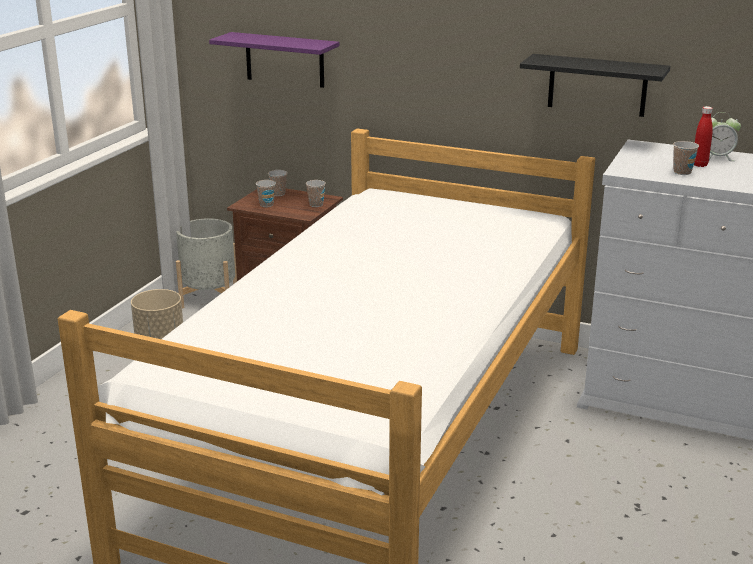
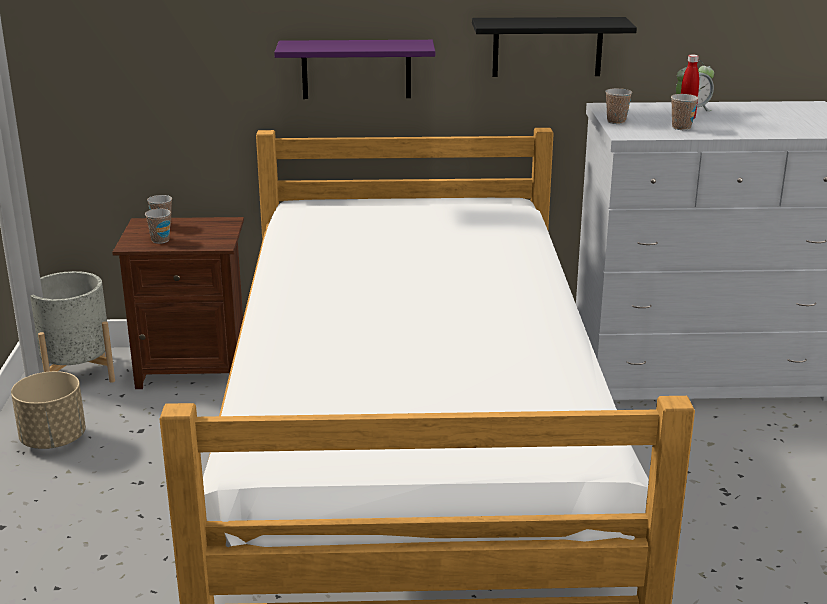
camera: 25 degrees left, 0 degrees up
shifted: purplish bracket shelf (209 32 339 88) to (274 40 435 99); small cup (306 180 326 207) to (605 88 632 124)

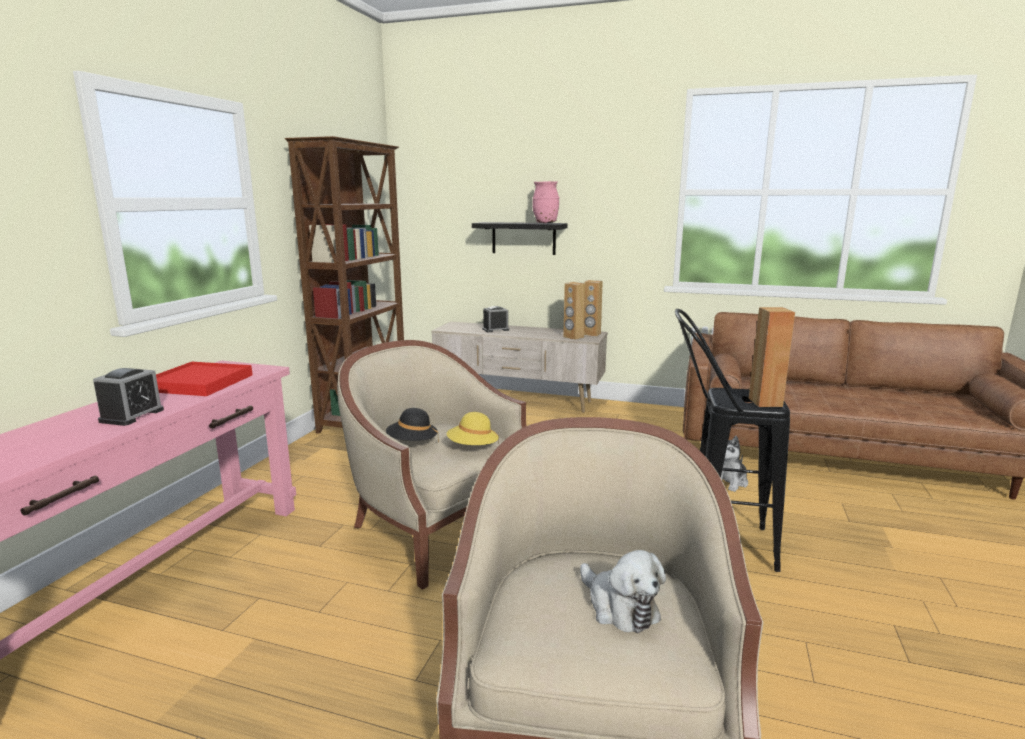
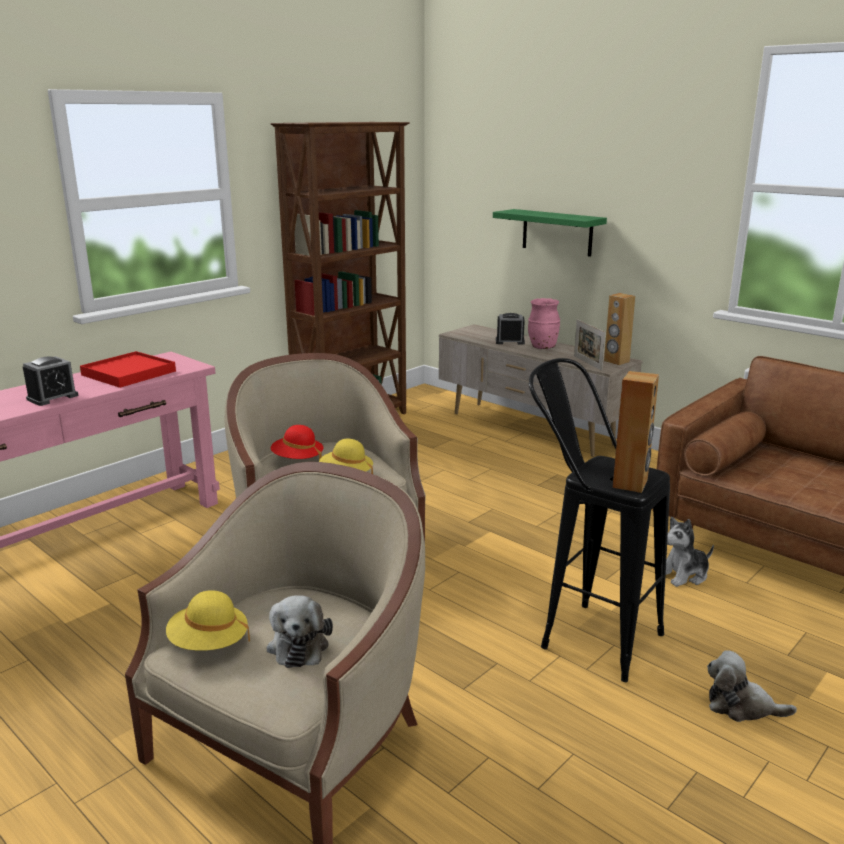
camera: 25 degrees right, 5 degrees up
new: yellow clothing hat (166 590 250 651); soft toy (707 650 797 722)
shifted: pink vase (532 181 560 223) to (528 298 560 349)
swapped: brown-coloured audio speaker (563 282 585 340) to standing frame (574 319 606 371)
repainted: black clothing hat (386 408 439 443) to red clothing hat (271 425 323 460); black bracket shelf (472 222 568 255) to green bracket shelf (493 209 607 257)

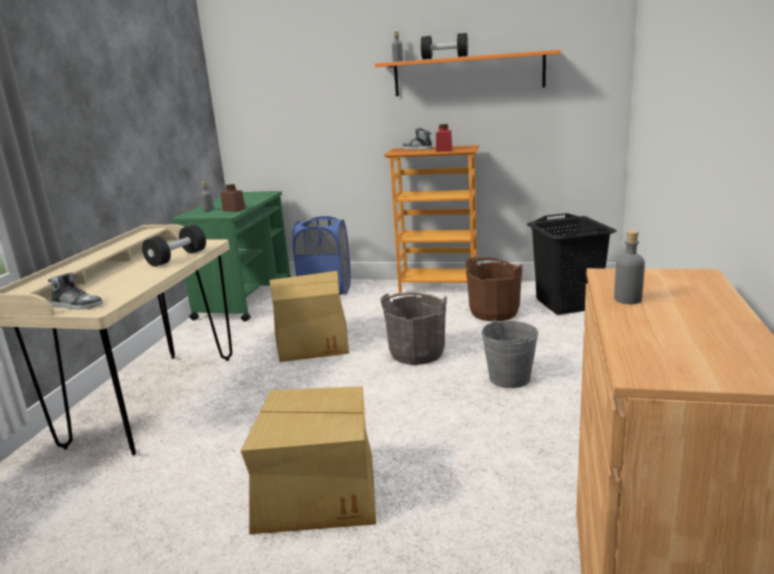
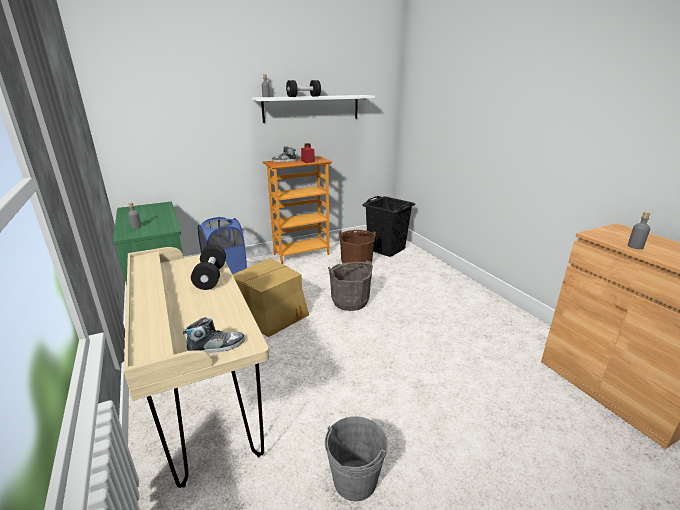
camera: 40 degrees left, 5 degrees up
gone: brown-coloured jar (221 184 246 212); packing box (240 386 376 534)
shifted: gray water bucket (481 319 539 388) to (325 416 388 501)
repainted: orangey bracket shelf (375 50 561 96) to white bracket shelf (252 95 375 123)

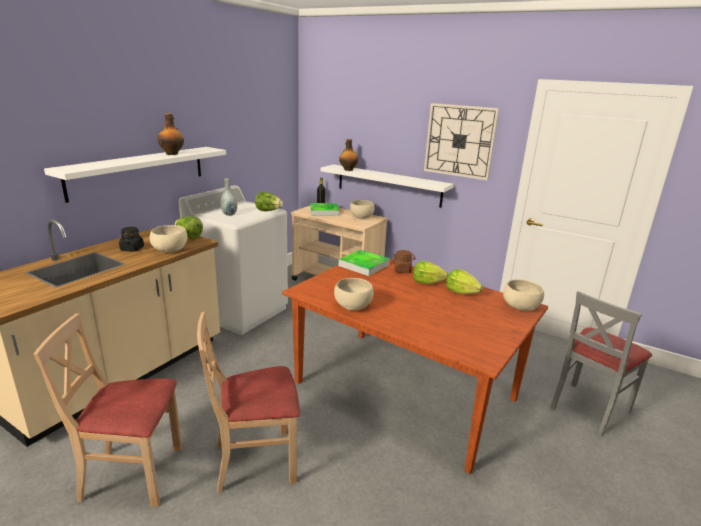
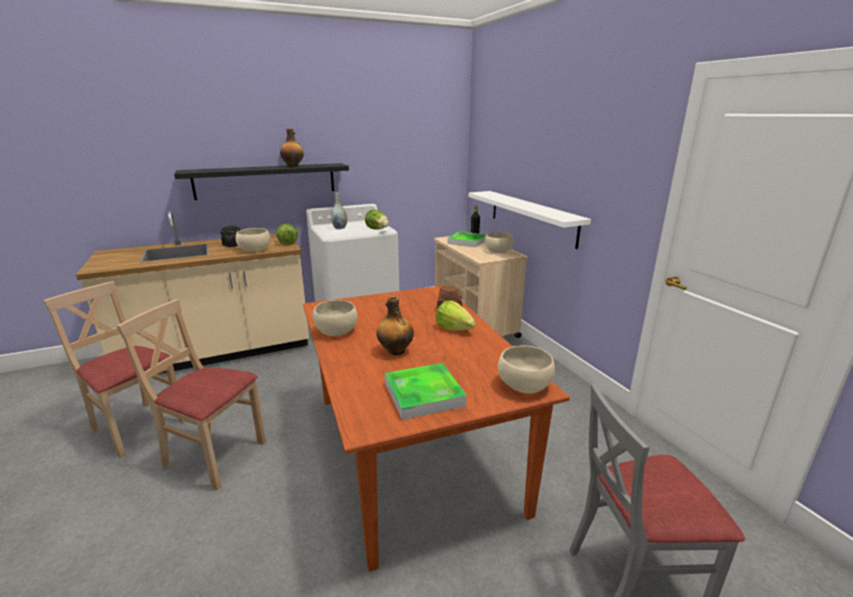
camera: 35 degrees right, 0 degrees up
gone: hanging clock (424 103 499 180); head of lettuce (446 269 483 294)
shifted: drink bottle (339 139 358 171) to (376 296 414 355); carrying tray (339 250 390 276) to (385 363 467 420)
repainted: white bracket shelf (44 147 226 203) to black bracket shelf (174 163 349 200)

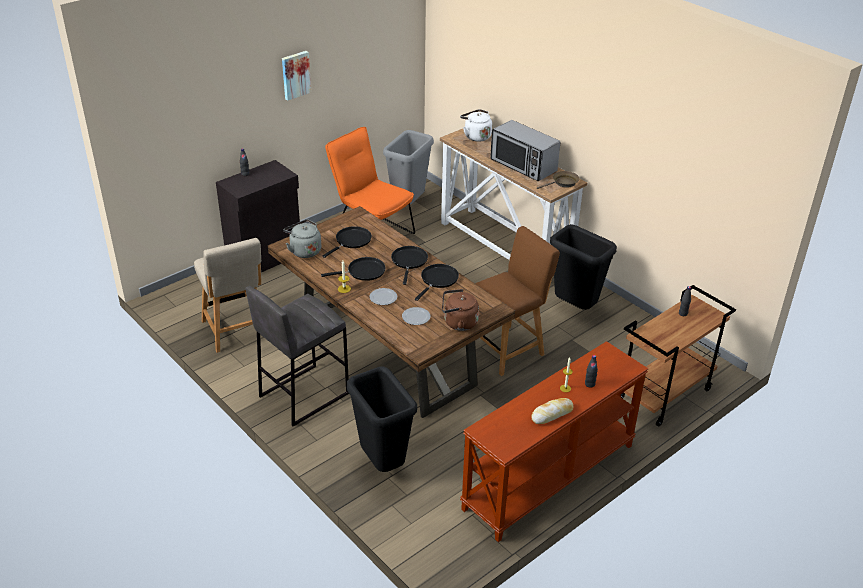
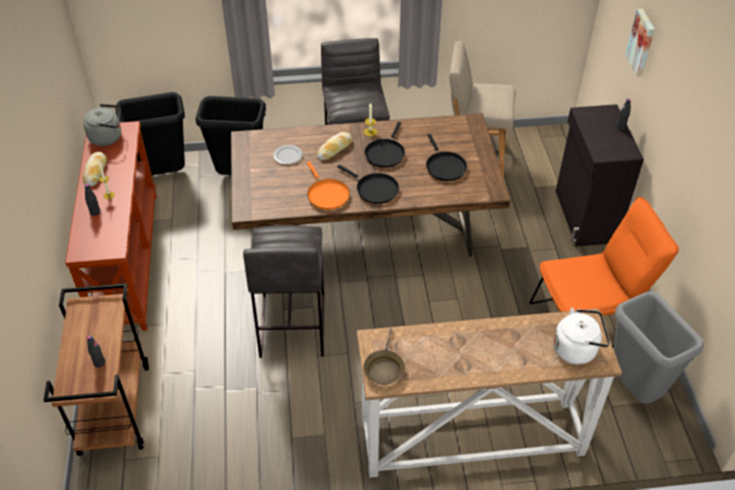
camera: 125 degrees right, 10 degrees up
gone: brown-coloured kettle (442 289 479 331); microwave (490 120 560 181)
shifted: gray kettle (284 219 321 258) to (83 104 121 146); black trash can (550 224 617 310) to (115 92 185 175); picture (282 51 311 101) to (625 8 655 77)
swapped: brown-coloured upright chair (475 226 560 376) to gray stool (243 225 324 358); plate (369 288 397 305) to bakery bread (317 132 352 160)
repainted: black pan (415 264 459 301) to orangey pan (307 161 350 210)

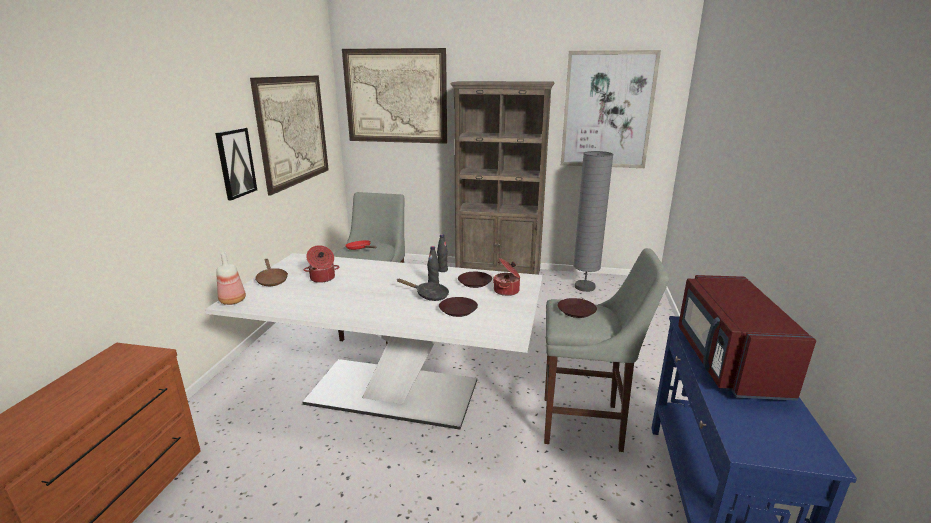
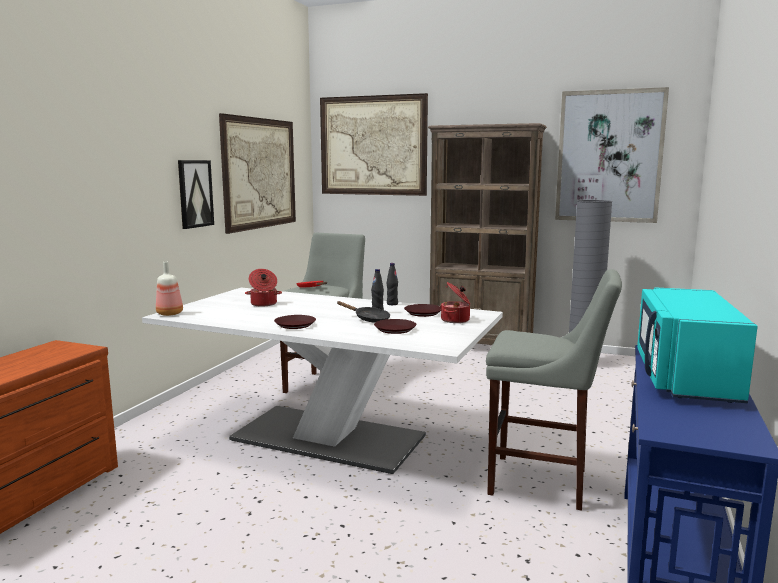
camera: 10 degrees right, 10 degrees down
gone: brown-coloured pan (255 259 288 286)
shifted: brown-coloured plate (557 298 597 318) to (274 315 316 329)
repainted: red microwave (678 275 816 401) to turquoise-coloured microwave (637 287 758 403)

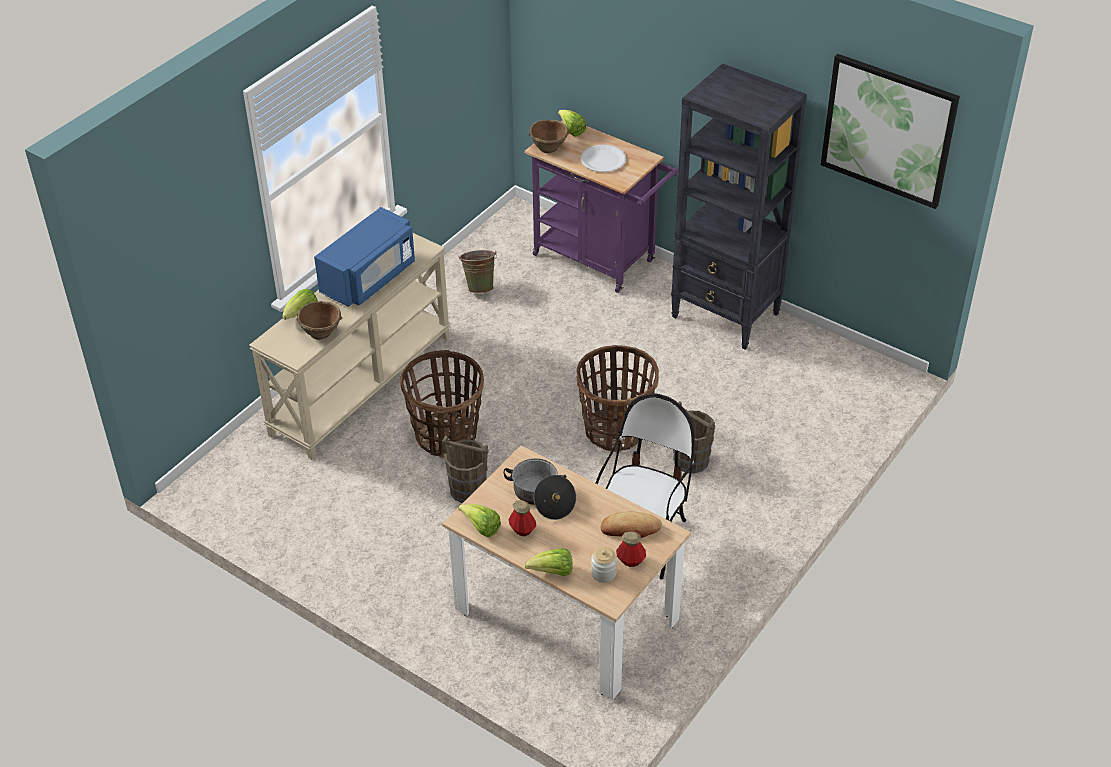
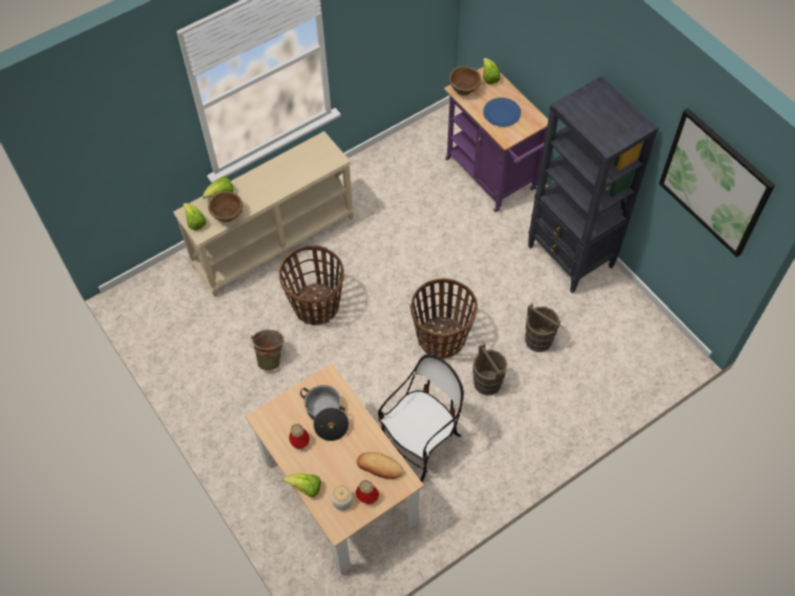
camera: 20 degrees right, 15 degrees up
gone: blue-coloured microwave (314 207 415 307)
shifted: head of lettuce (458 504 501 537) to (183 203 207 230); green water bucket (459 250 497 293) to (250 330 284 371); brown-coloured water bucket (442 435 489 503) to (525 303 561 352)
repainted: white plate (581 145 626 172) to blue-coloured plate (483 98 521 127)

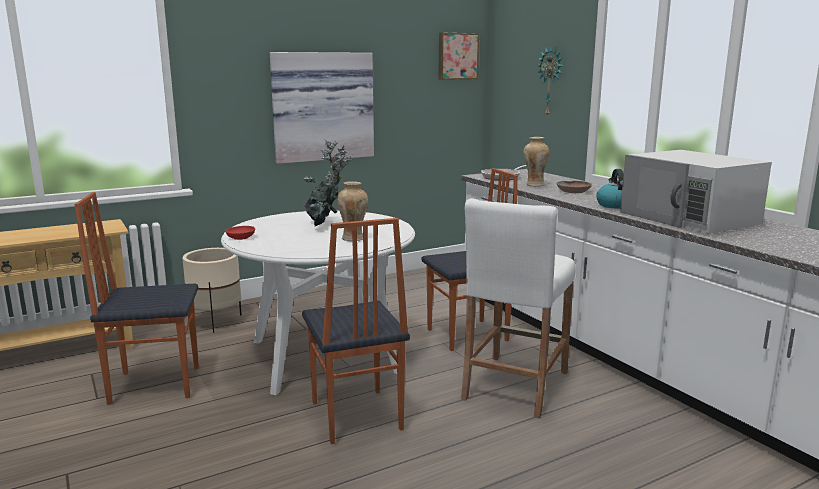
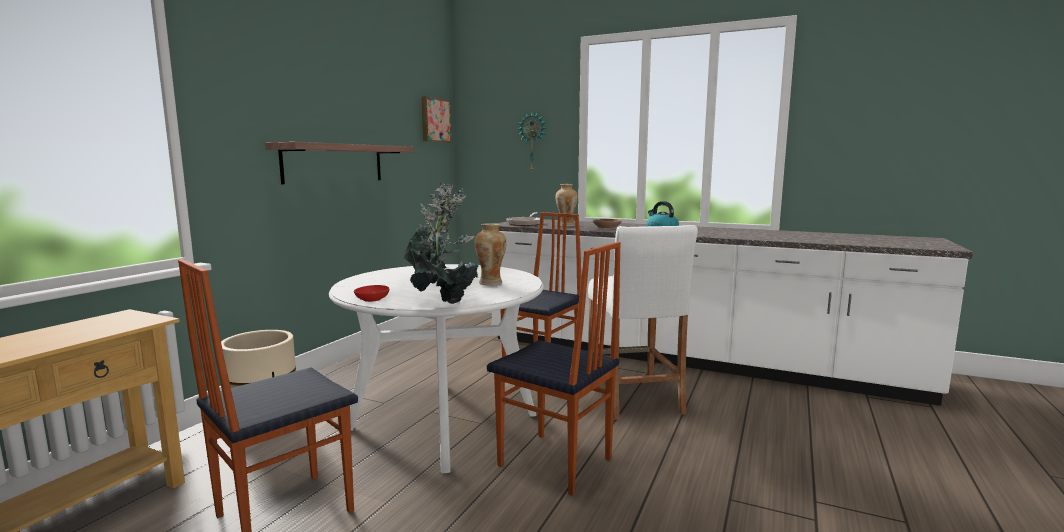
camera: 35 degrees left, 5 degrees down
gone: white microwave (620 150 772 234)
new: plant in a pot (410 186 479 304)
swapped: picture (270 52 374 164) to bracket shelf (265 142 413 184)

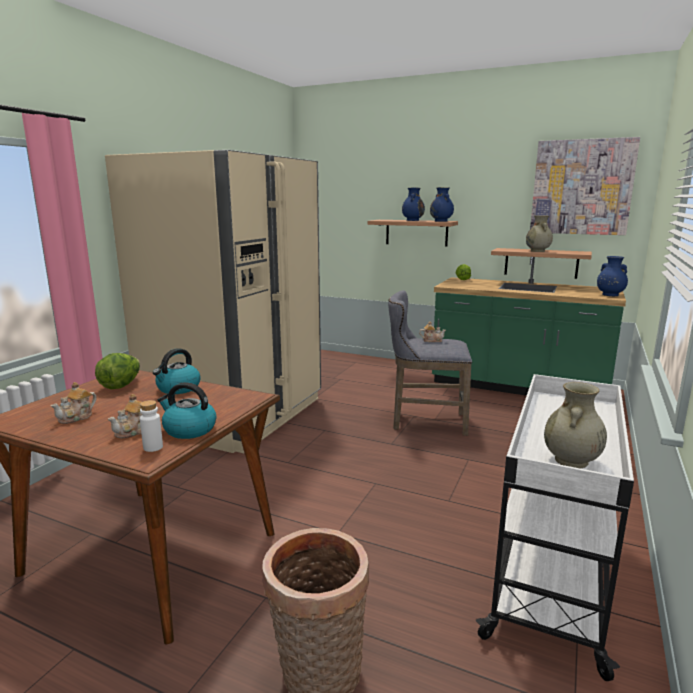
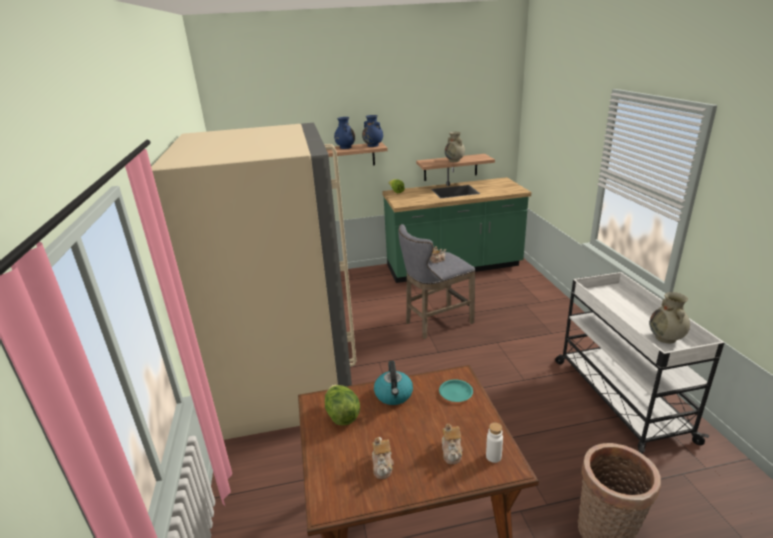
camera: 35 degrees left, 10 degrees up
gone: kettle (158 382 217 439); picture (530 137 640 235); blue-coloured vase (597 256 628 296)
new: turquoise-coloured plate (439 380 473 402)

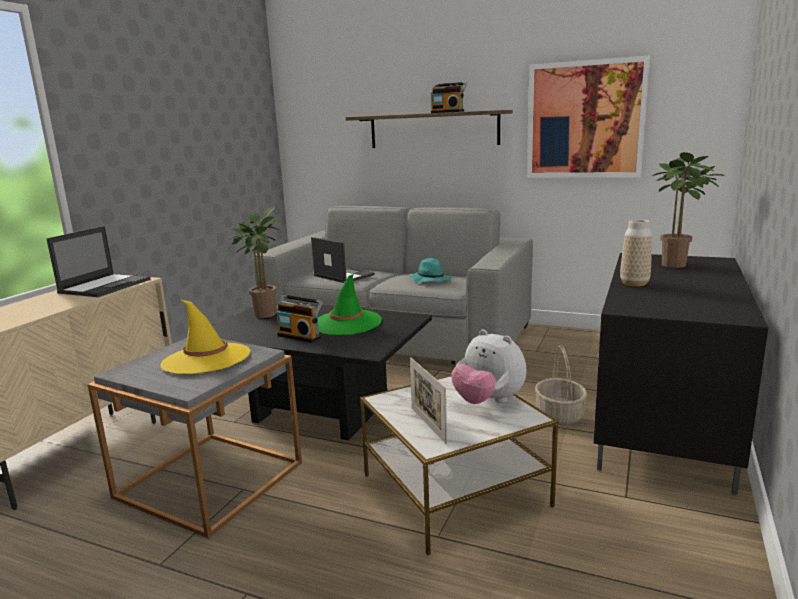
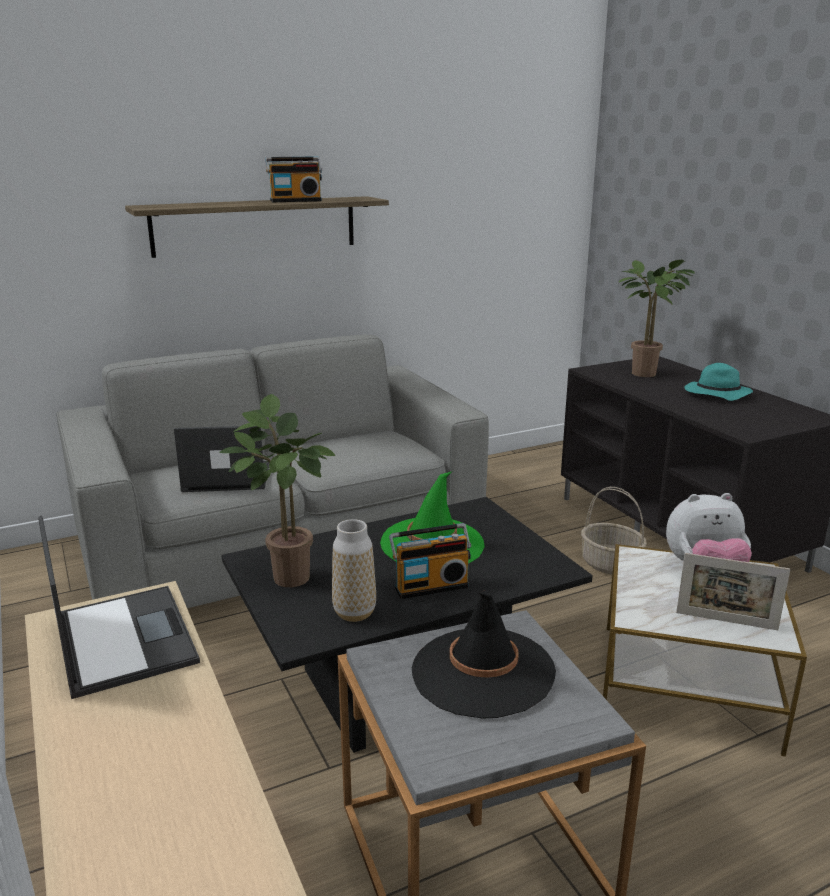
camera: 50 degrees left, 5 degrees up
gone: picture (527 56 650 178)
shifted: vase (620 219 652 287) to (332 519 376 622); turquoise-coloured clothing hat (409 258 452 283) to (684 363 753 401)
repainted: yellow clothing hat (161 300 251 374) to black clothing hat (412 590 556 719)

